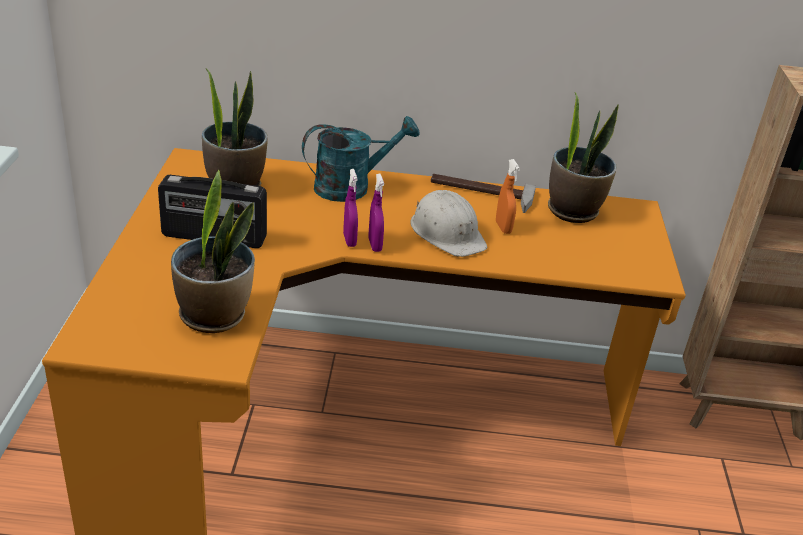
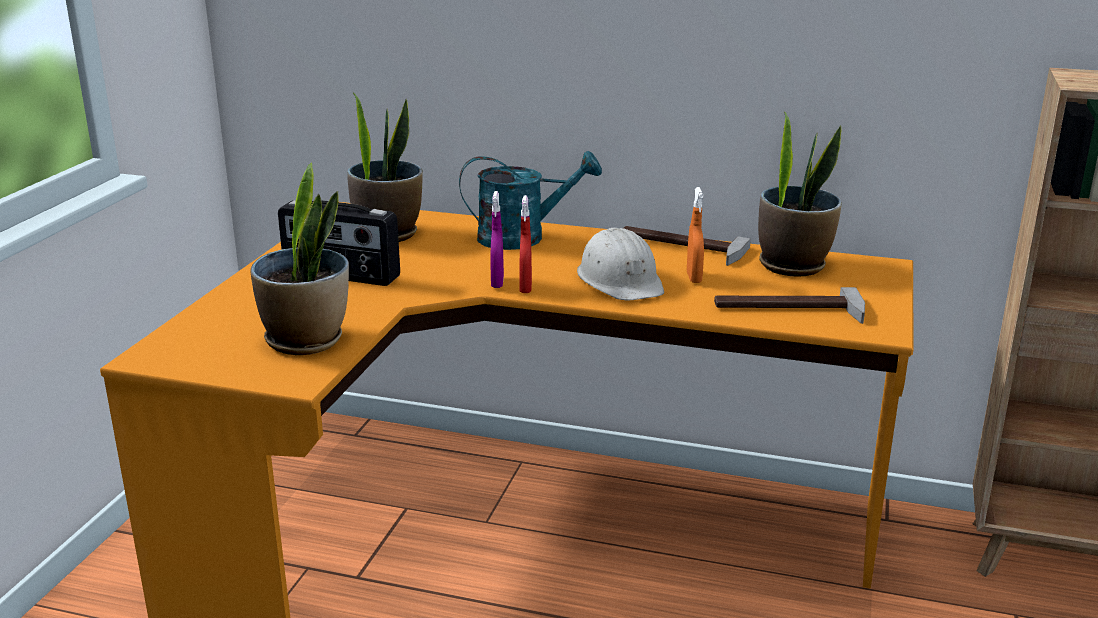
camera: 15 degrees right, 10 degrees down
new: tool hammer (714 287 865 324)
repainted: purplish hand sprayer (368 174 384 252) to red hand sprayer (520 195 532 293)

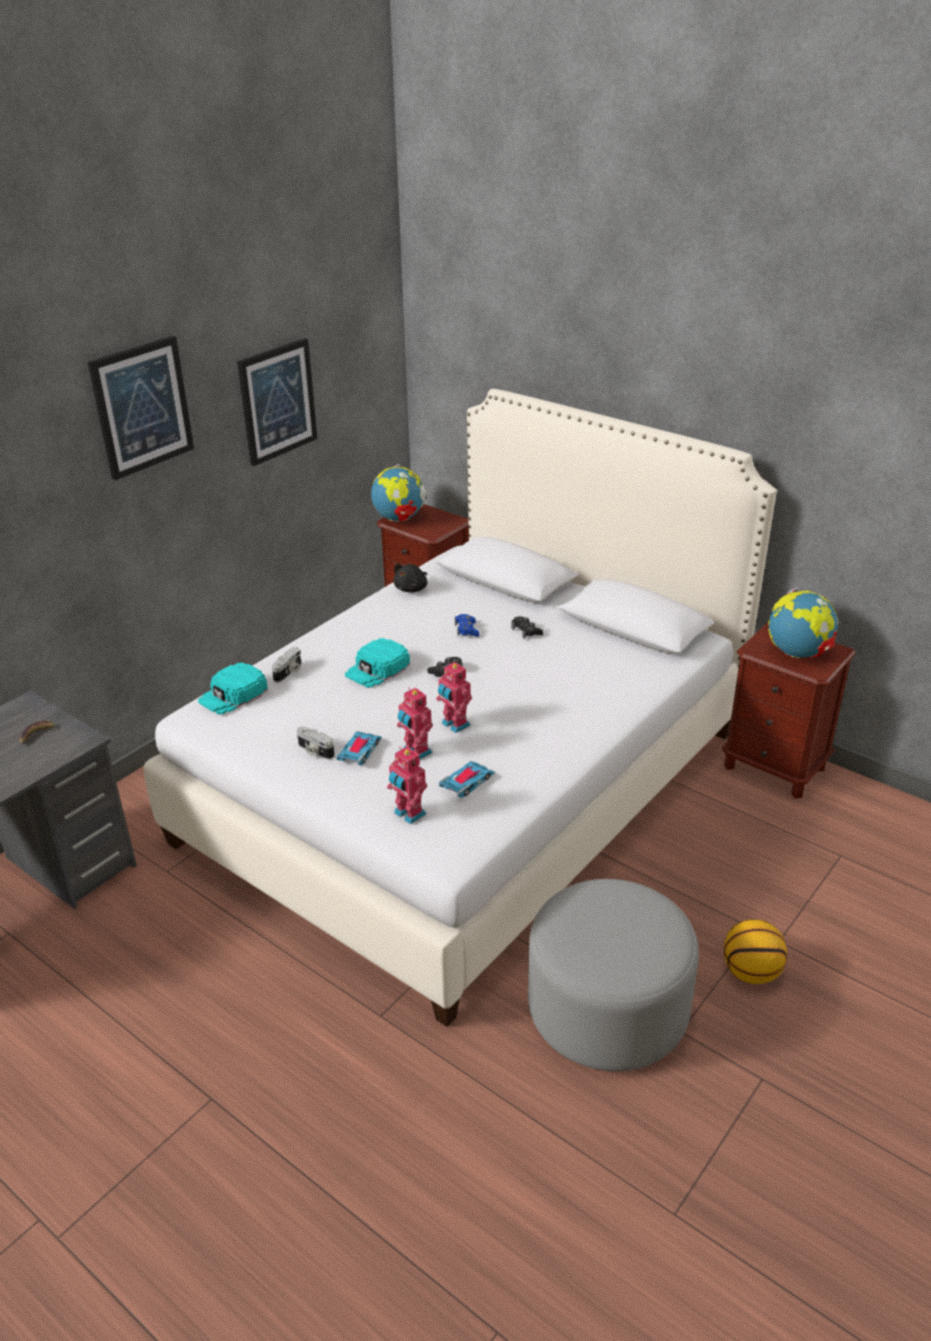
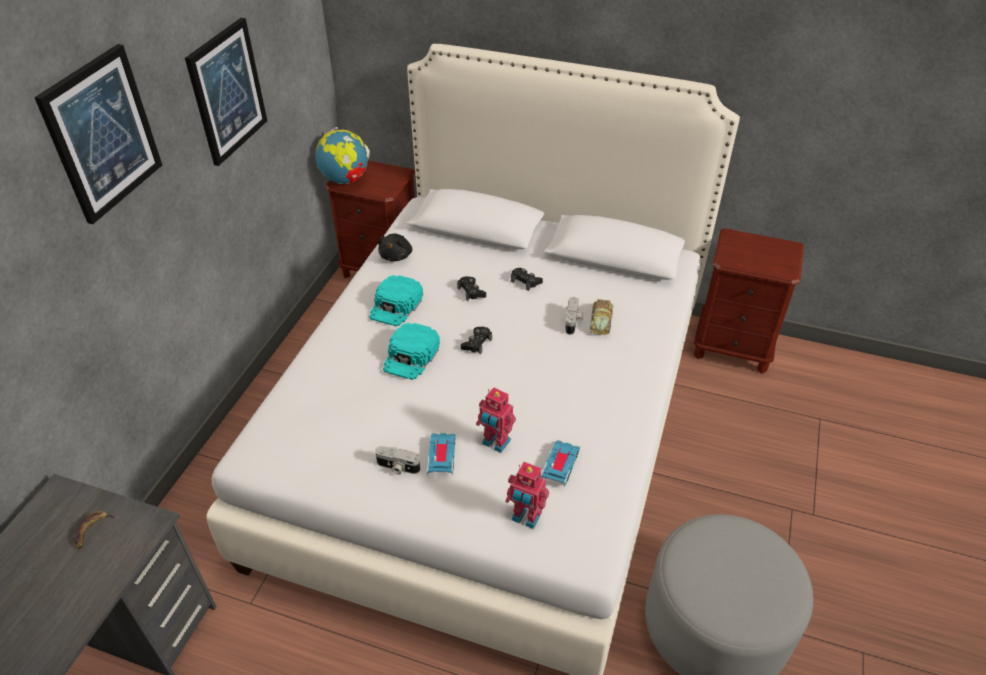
camera: 20 degrees left, 10 degrees up
gone: model robot (436 662 472 733); ball for basketball (724 919 787 984); world globe (768 587 838 658)
new: toy car (590 299 613 335)
shifted: turquoise-coloured peaked cap (198 662 268 715) to (369 275 423 327); photo camera (272 647 301 682) to (565 297 583 335)
repainted: blue-coloured joypad (455 614 479 637) to black joypad (457 276 486 301)

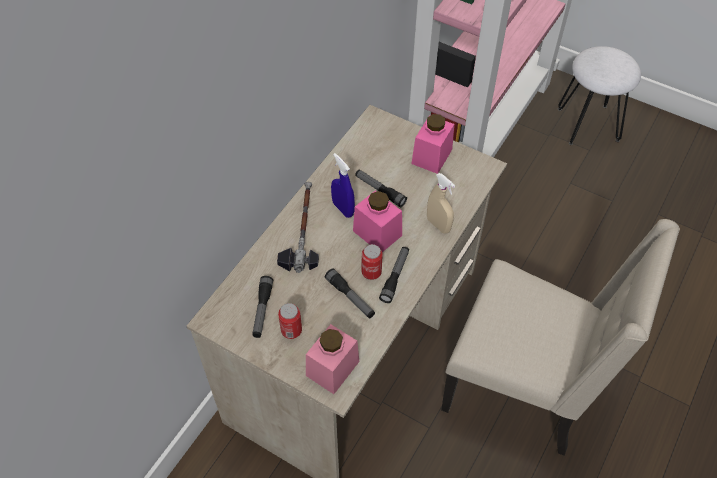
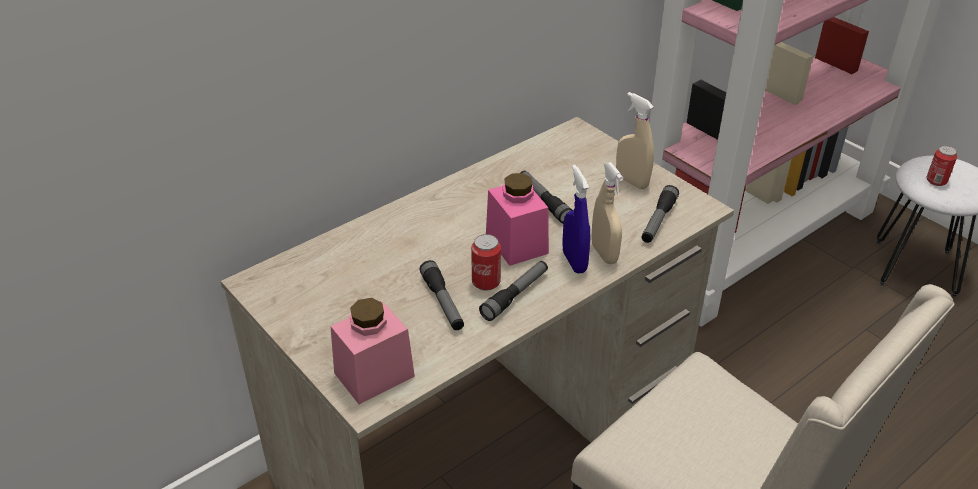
camera: 20 degrees right, 15 degrees down
gone: tool hammer (277 182 319 273)
shifted: blue-coloured hand sprayer (331 153 355 218) to (562 165 590 274); torch (252 276 273 338) to (642 185 679 243); can (278 303 302 339) to (926 146 957 186)
swapped: pink jar (411 114 454 174) to beige hand sprayer (616 92 654 189)

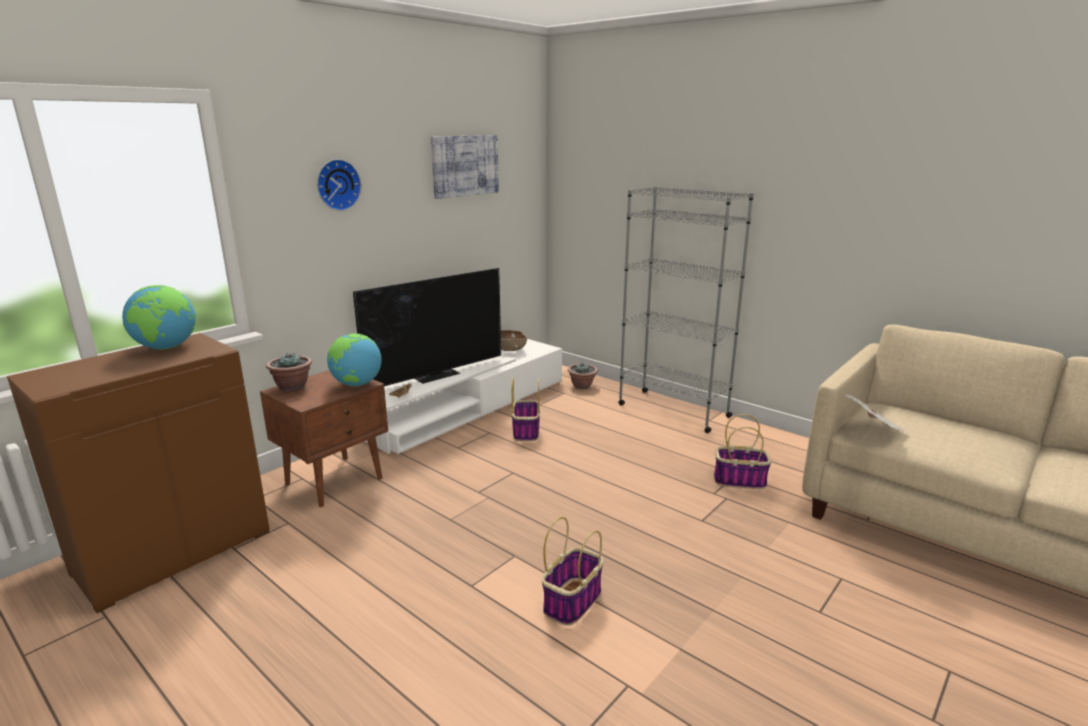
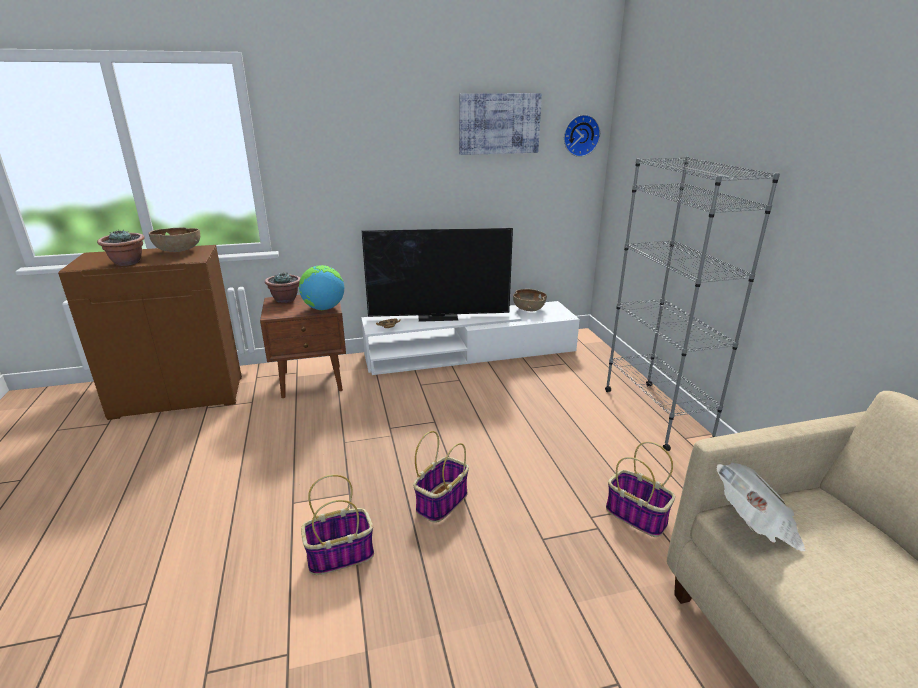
camera: 35 degrees right, 5 degrees up
shifted: plant in a pot (568 363 598 389) to (97 230 144 266); storage basket (511 378 540 441) to (413 431 469 522); hanging clock (317 159 361 211) to (564 115 600 157)
swapped: world globe (122 285 196 350) to brown-coloured serving bowl (149 228 200 252)

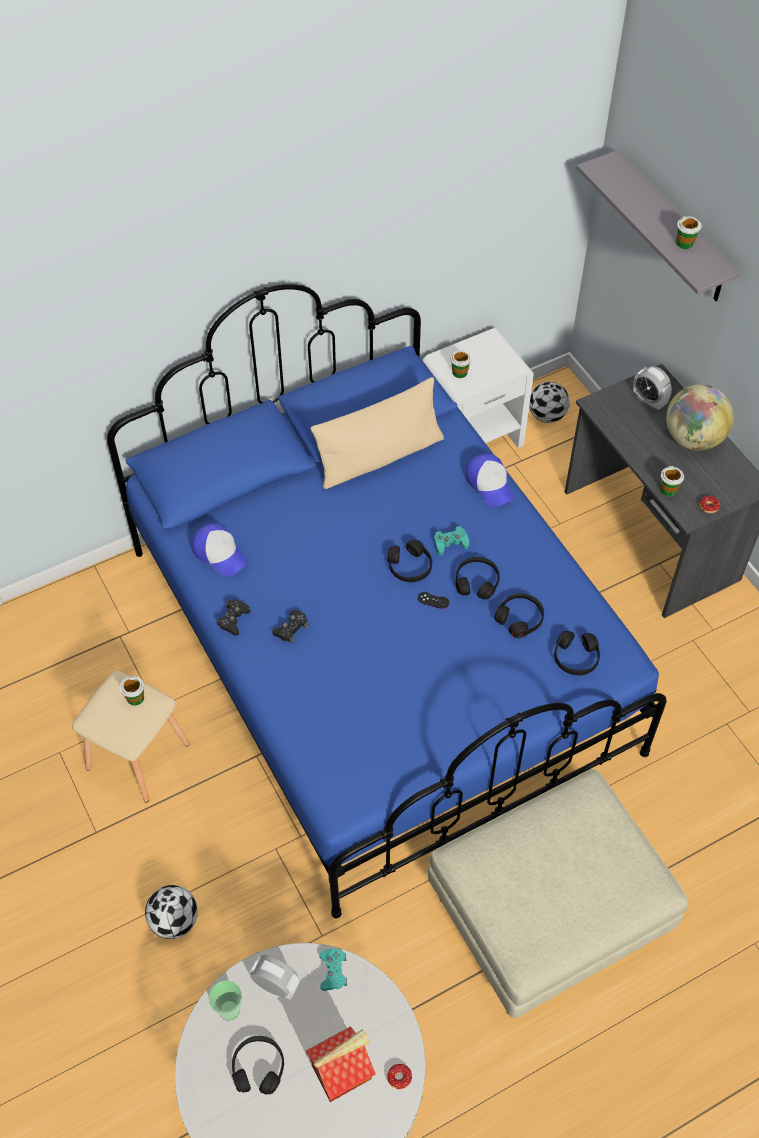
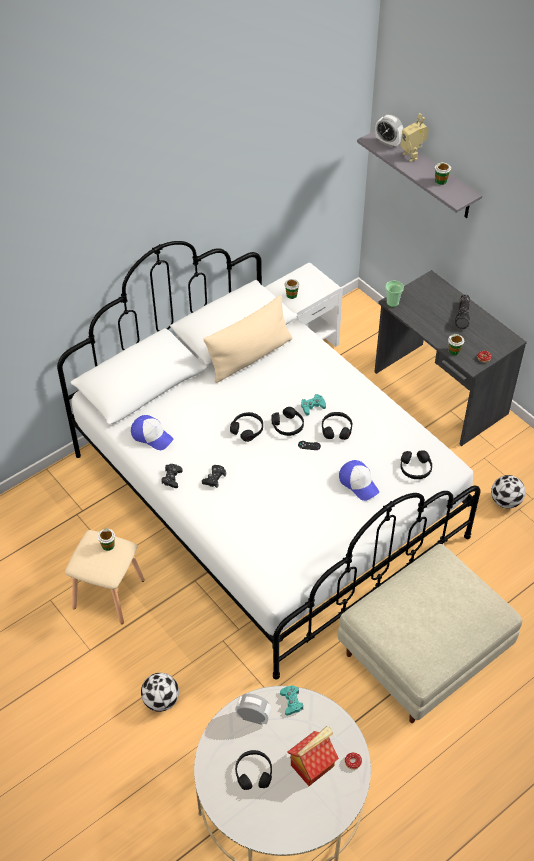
camera: 10 degrees left, 5 degrees down
new: model robot (401 113 429 162)
shifted: black headphones (495 594 544 638) to (230 412 263 442); peaked cap (466 454 514 507) to (339 460 379 501); bedside clock (633 366 672 410) to (375 115 403 148); small cup (209 980 242 1020) to (385 281 404 307); ball for football (529 382 570 423) to (491 475 525 509)
swapped: world globe (666 384 734 450) to torch (455 294 470 329)
repainted: blue-coloured bed (107 284 667 918) to white bed (57 241 481 680)

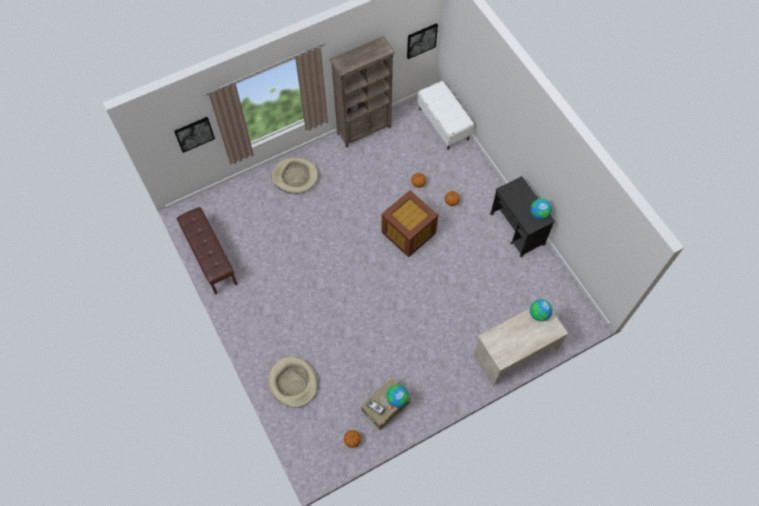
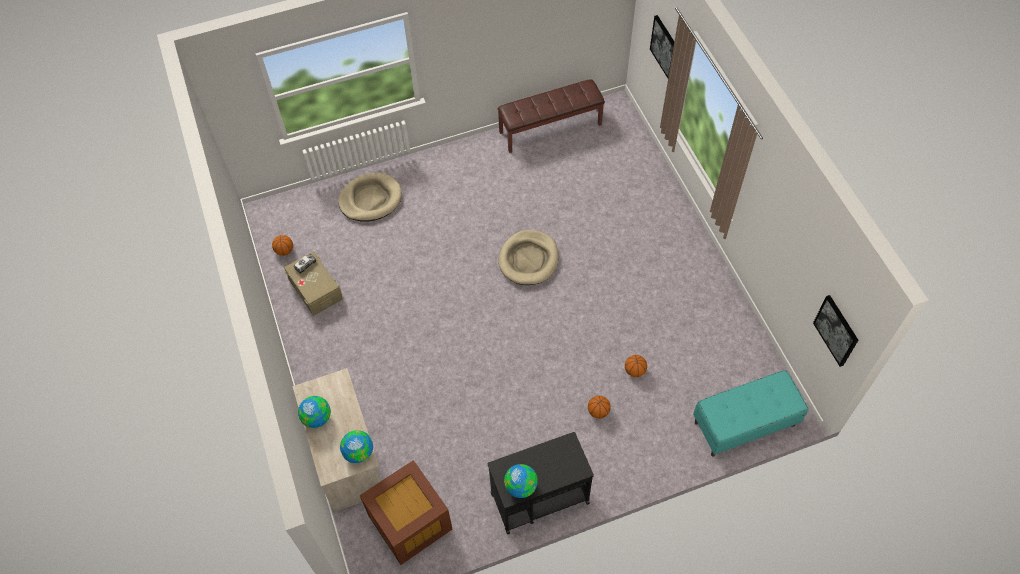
camera: 100 degrees right, 5 degrees down
gone: brown-coloured bookcase (329 36 395 148)
shifted: world globe (386 385 409 407) to (298 396 331 428); brown-coloured storage container (381 190 438 258) to (360 460 453 565); beige dog cushion (271 157 318 194) to (499 230 559 285)
repainted: white indoor bench (417 81 474 150) to turquoise-coloured indoor bench (693 370 808 457)

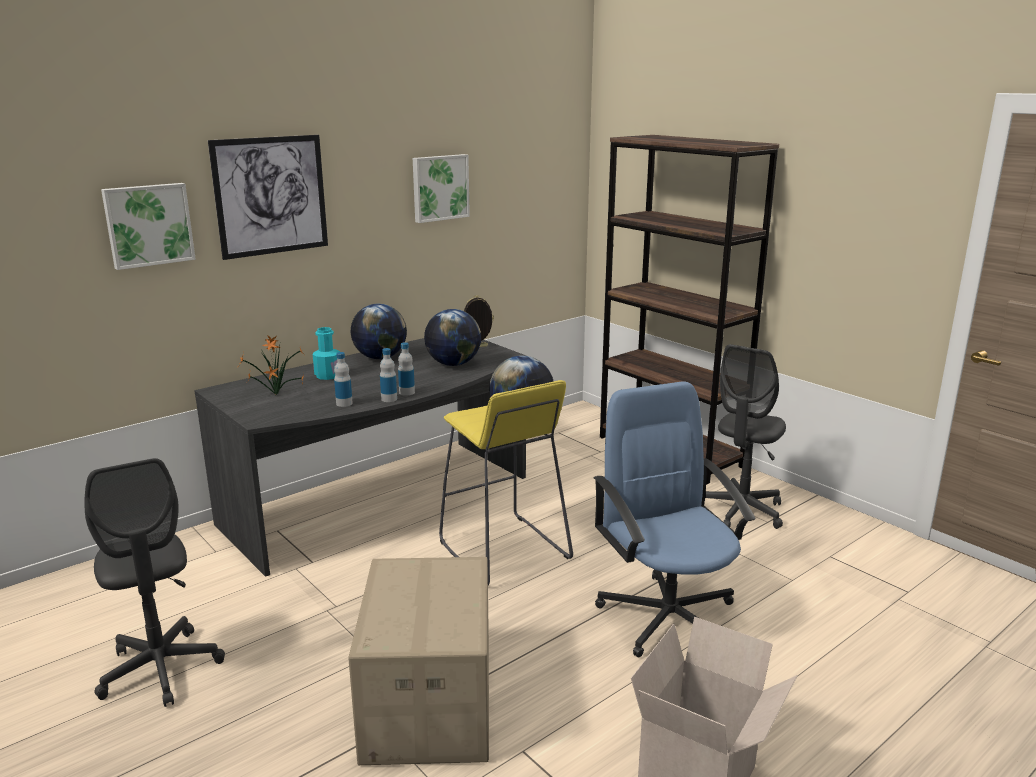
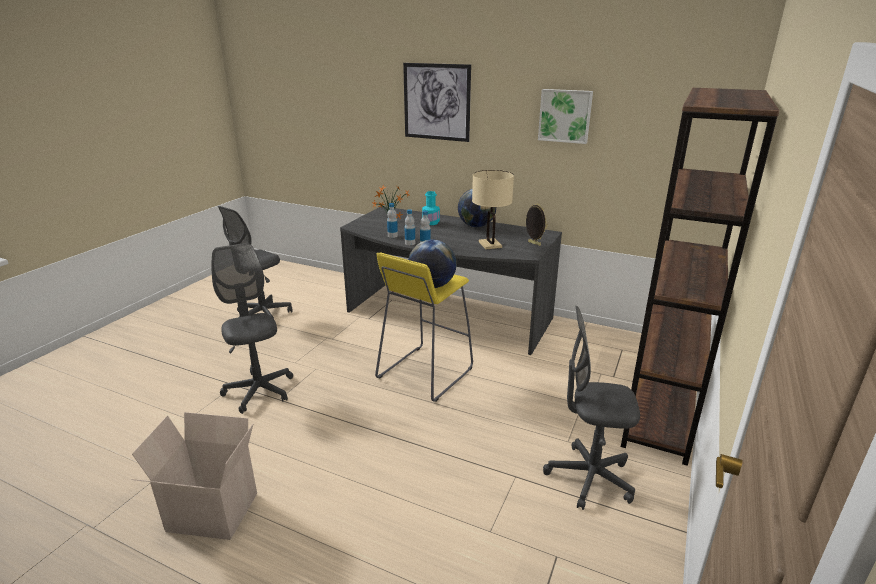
camera: 65 degrees right, 5 degrees up
gone: picture (101 183 196 270); blue-coloured office chair (594 381 755 657)
swapped: packing box (348 557 489 765) to gray office chair (212 243 293 414); world globe (424 309 481 366) to beige lamp for a table (472 170 514 249)

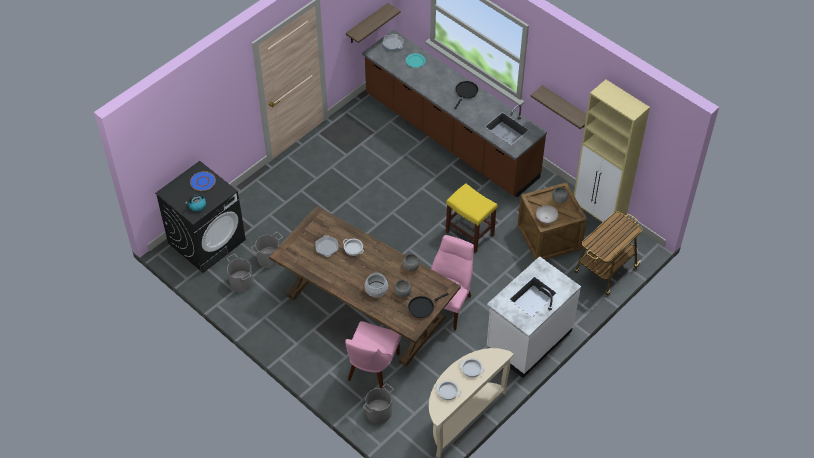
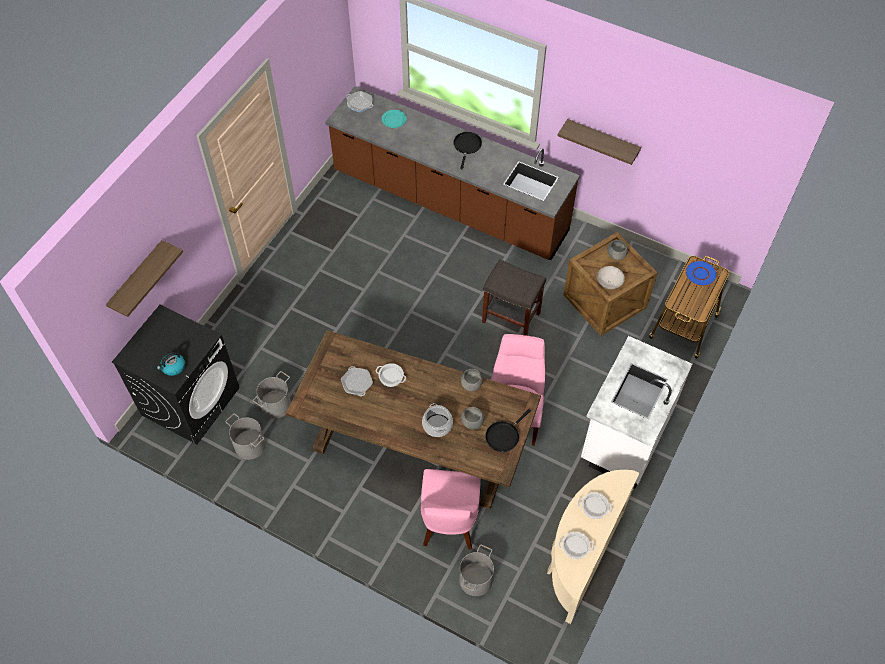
camera: 15 degrees left, 5 degrees up
gone: beige storage cabinet (574 80 650 222)
shifted: bracket shelf (346 3 401 43) to (106 240 183 317); blue-coloured plate (190 171 216 191) to (685 260 717 286)
repainted: yellow stool (446 183 497 253) to gray stool (482 259 546 336)

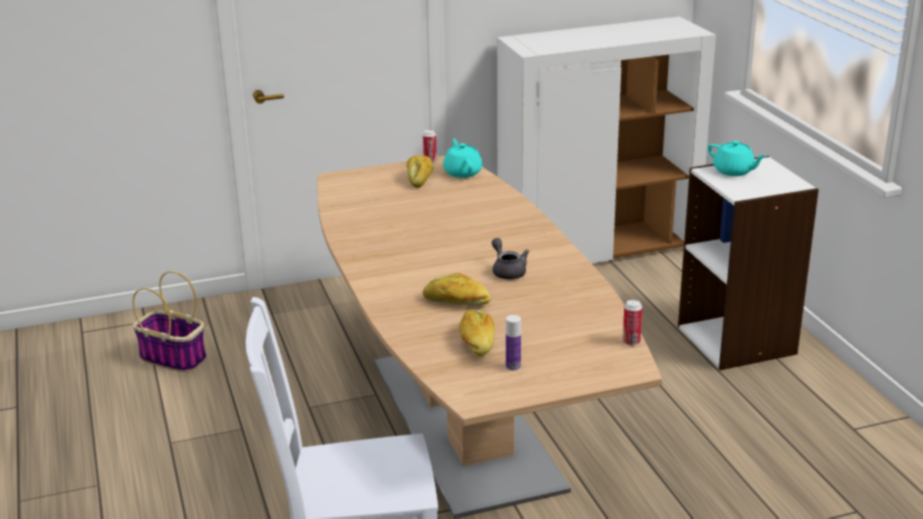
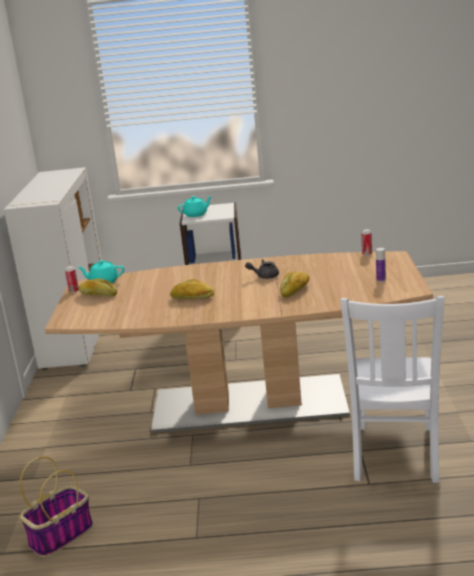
camera: 70 degrees left, 5 degrees down
shifted: bakery bread (460 309 495 356) to (170 279 214 299)

